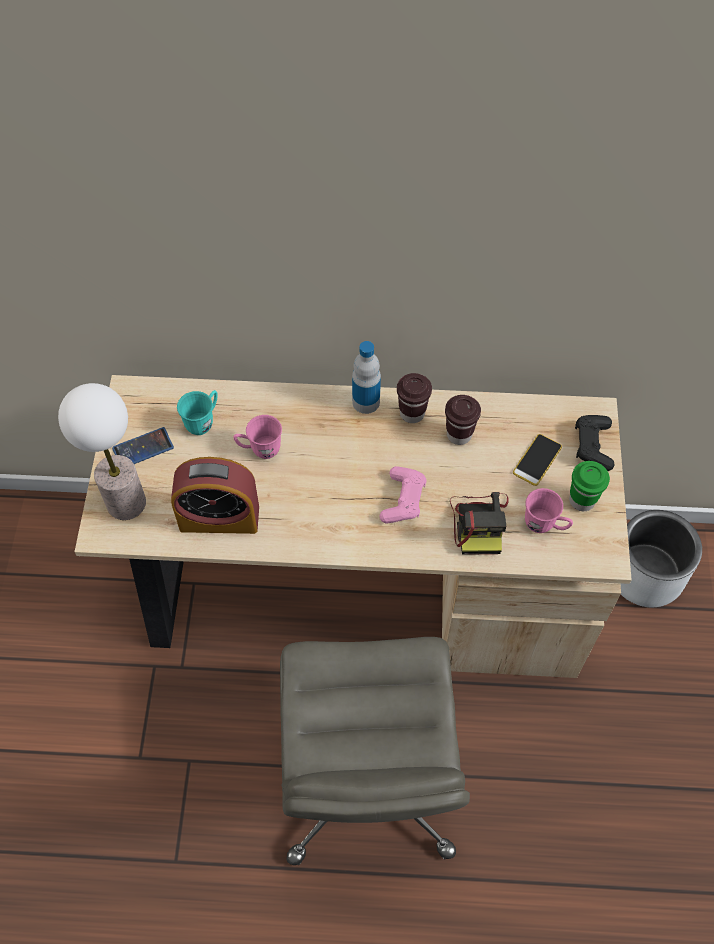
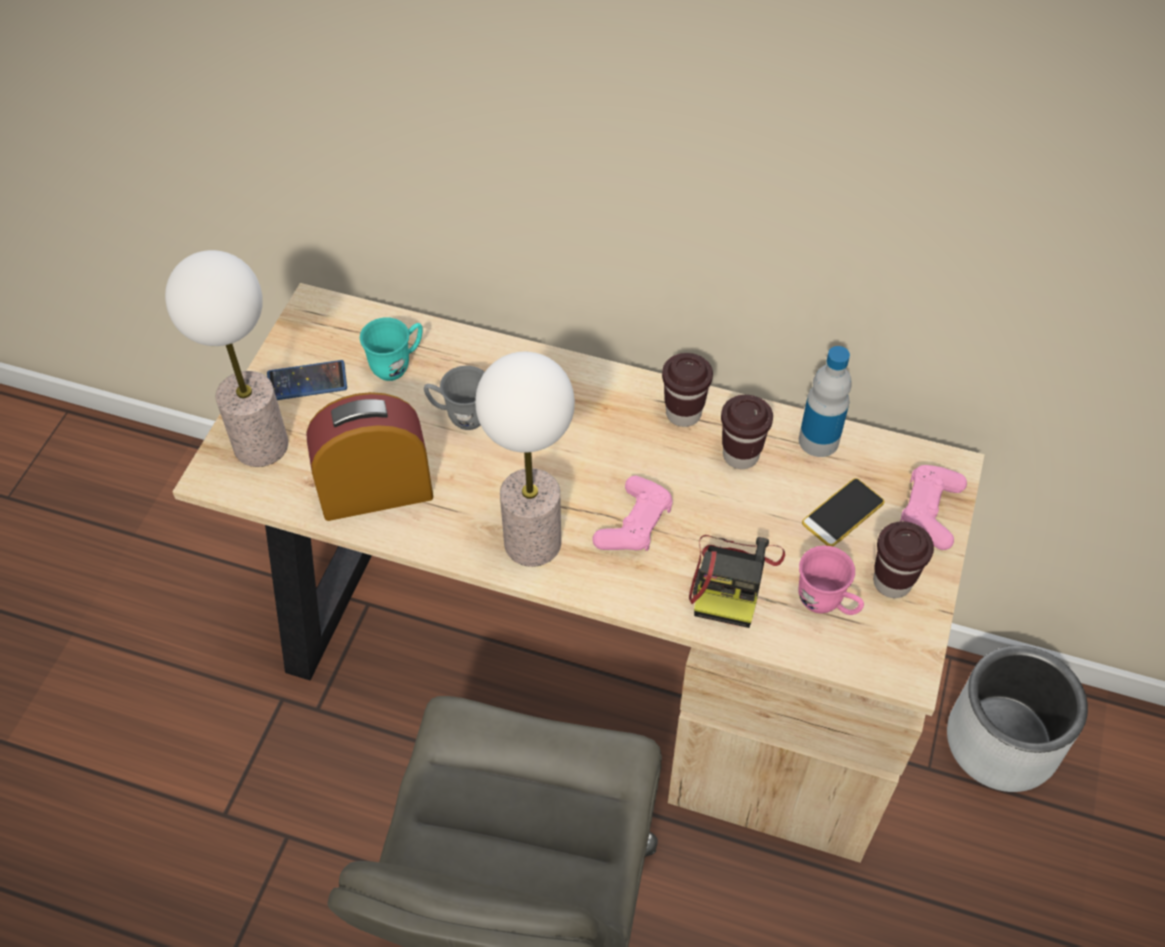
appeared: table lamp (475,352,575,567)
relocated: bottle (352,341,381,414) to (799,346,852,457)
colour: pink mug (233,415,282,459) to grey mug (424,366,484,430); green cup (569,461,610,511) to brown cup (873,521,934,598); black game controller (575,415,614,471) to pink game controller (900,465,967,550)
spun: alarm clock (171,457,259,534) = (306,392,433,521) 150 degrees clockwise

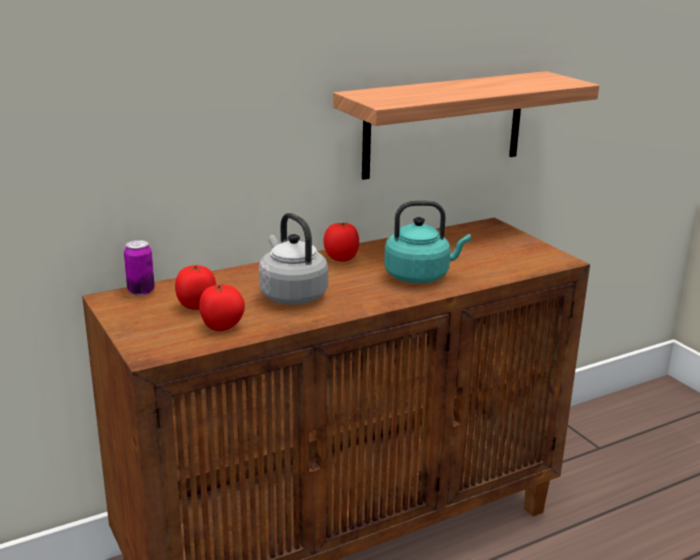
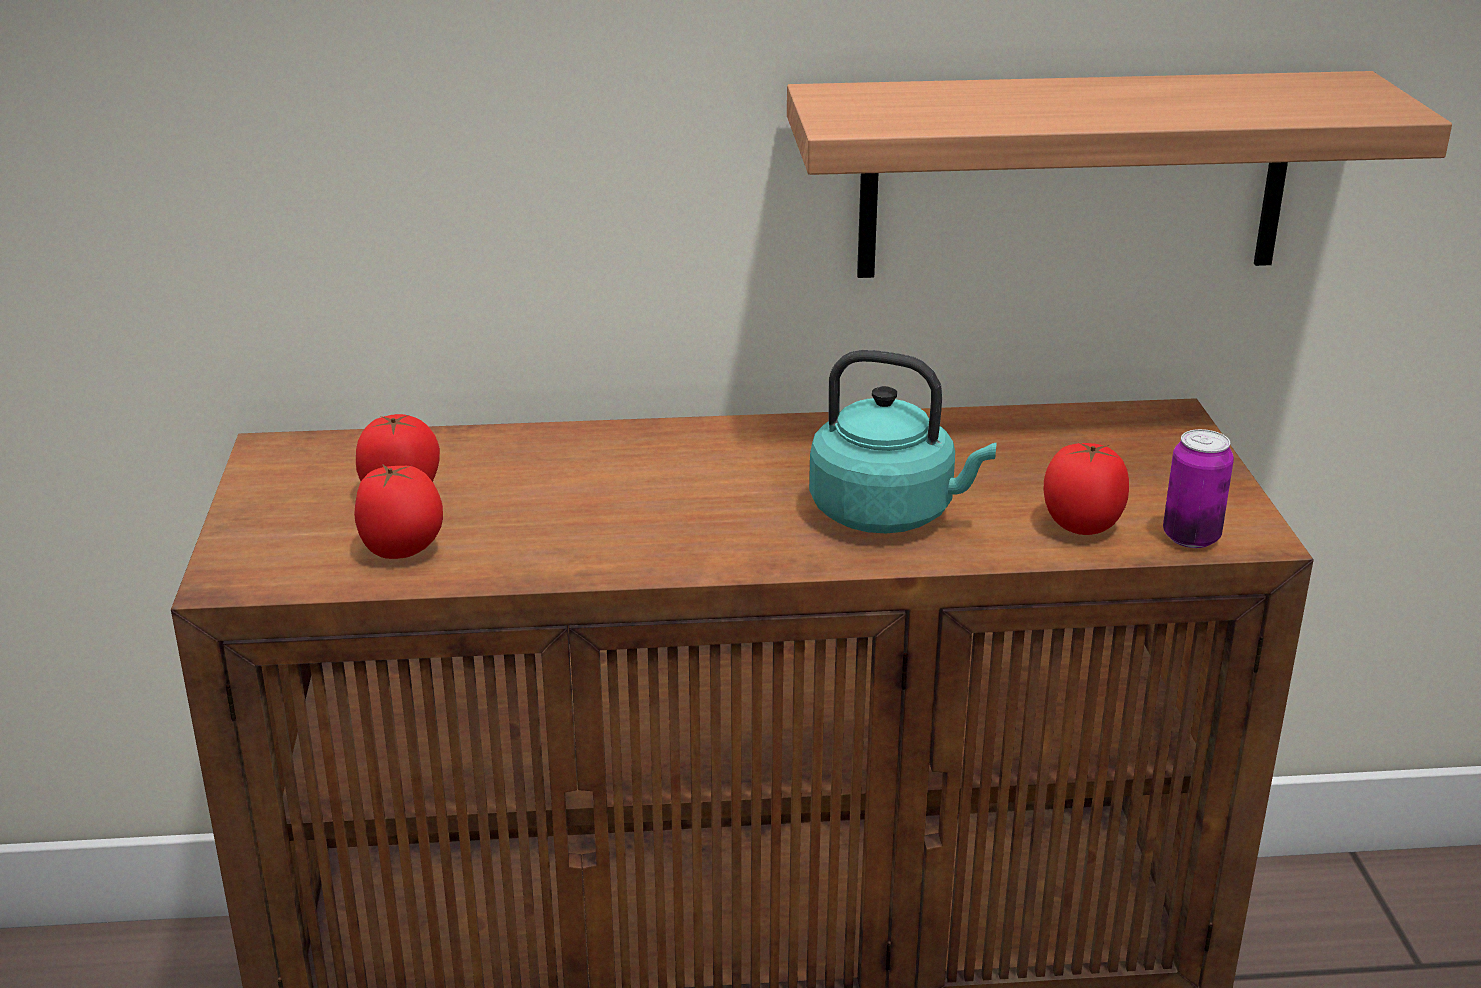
missing: grey kettle (259,213,328,305)
relocated: can (124,240,155,296) to (1163,429,1234,548); tomato (323,222,359,262) to (1044,443,1129,535)

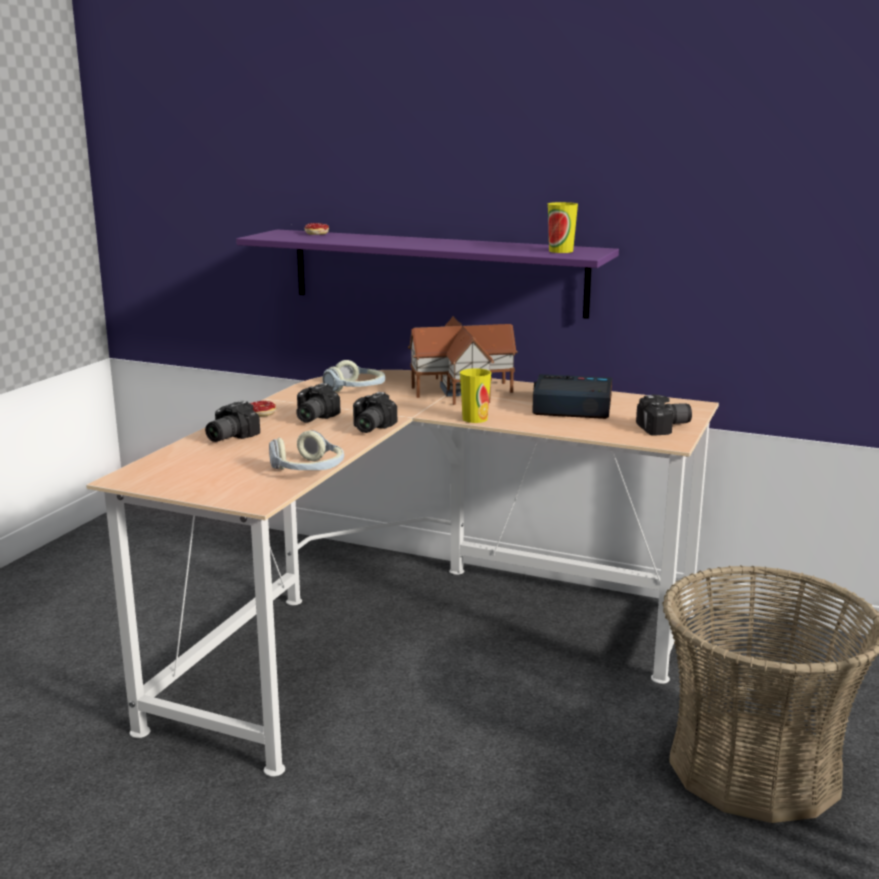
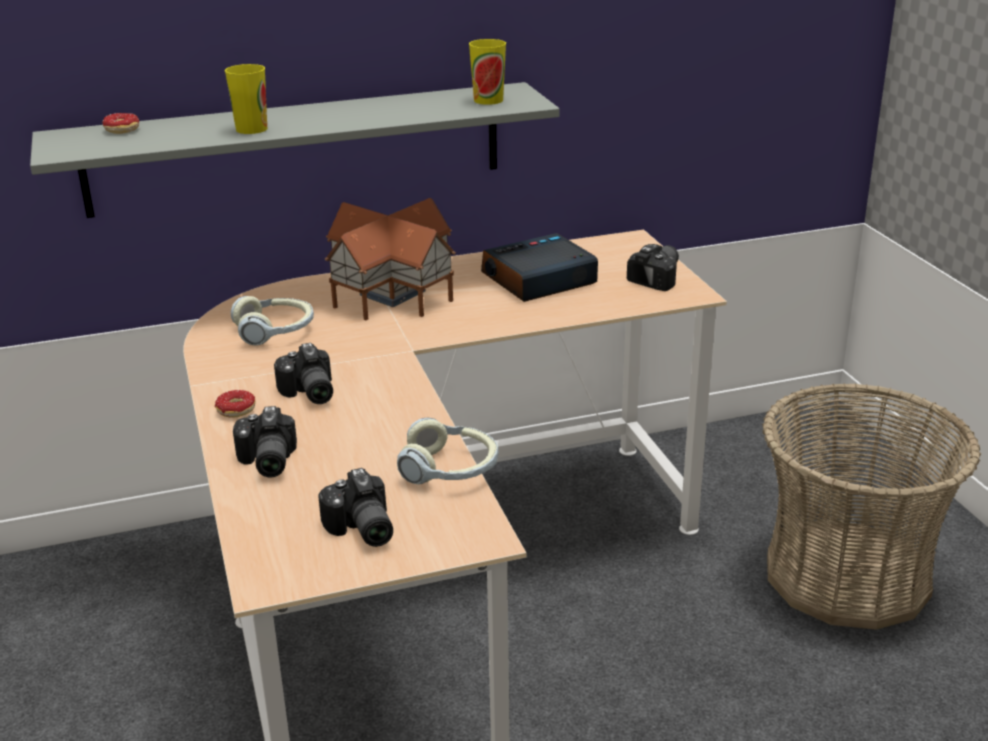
relocated: photo camera (353,392,397,433) to (318,468,393,547); cup (460,368,491,423) to (225,64,267,134)
colour: purple shelf (236,230,619,319) to grey shelf (30,82,560,218)

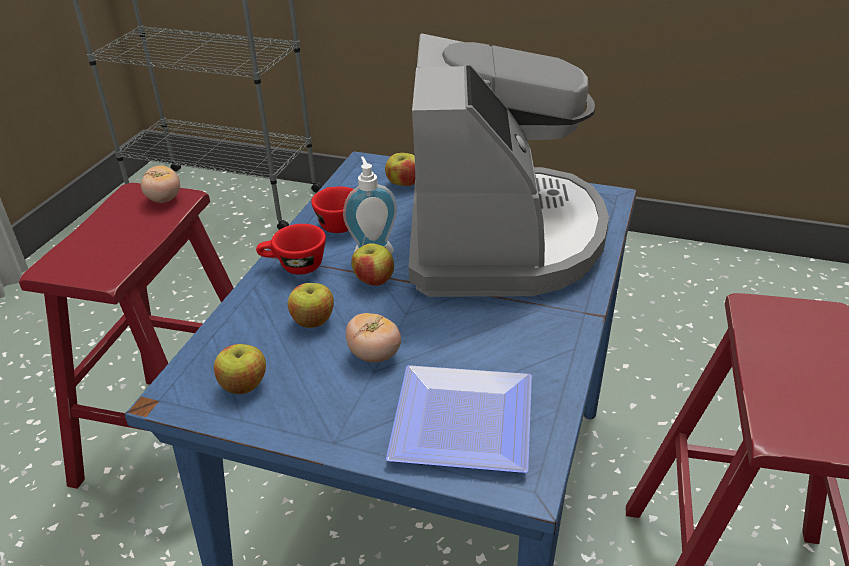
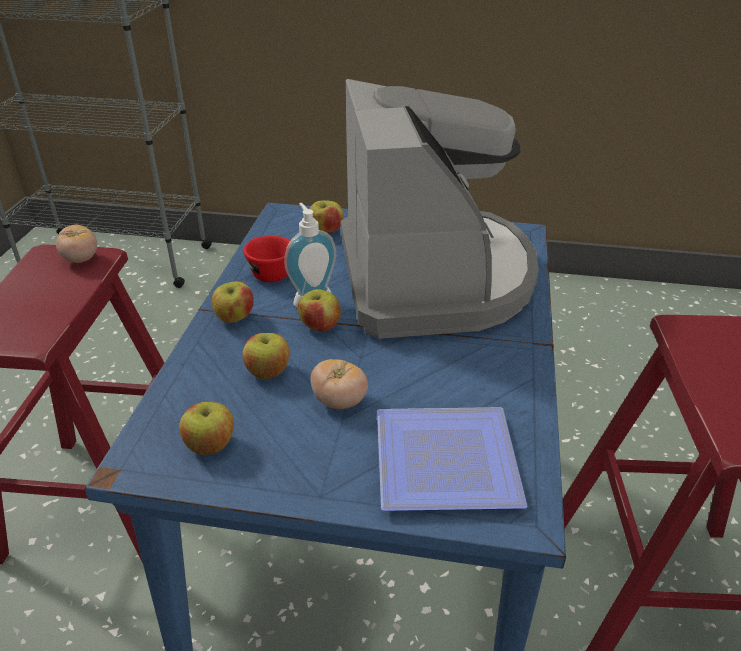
exchanged: red cup (256,224,326,275) to apple (212,281,254,323)

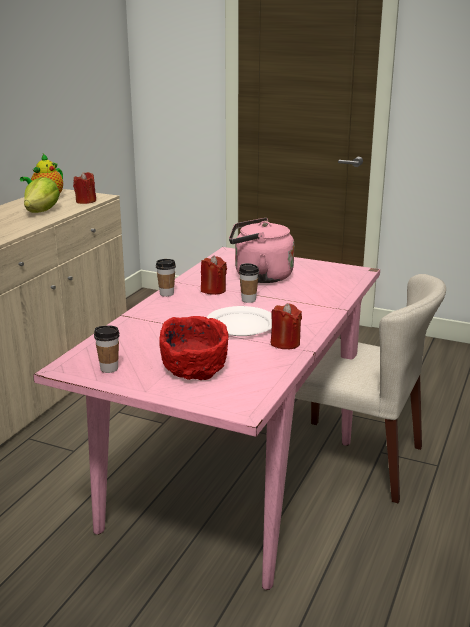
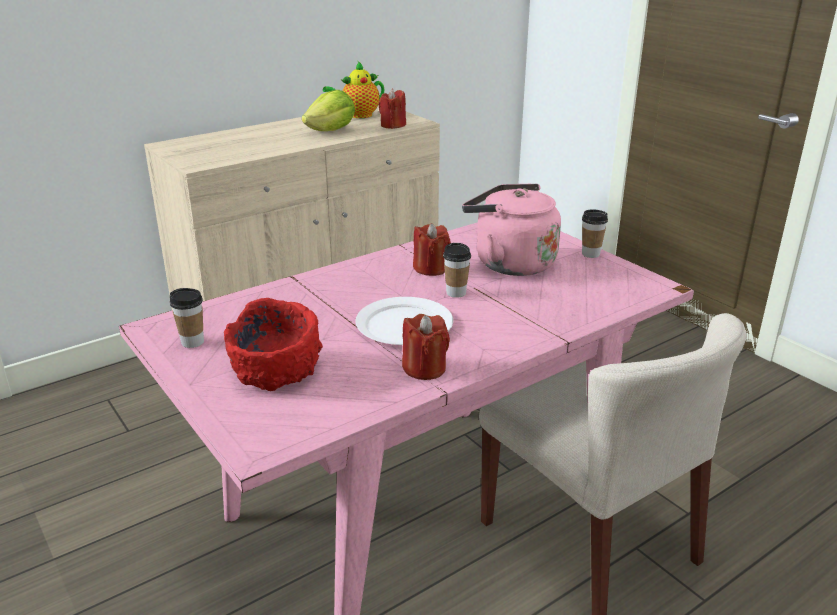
relocated: cup (156,259,176,297) to (582,209,608,258)

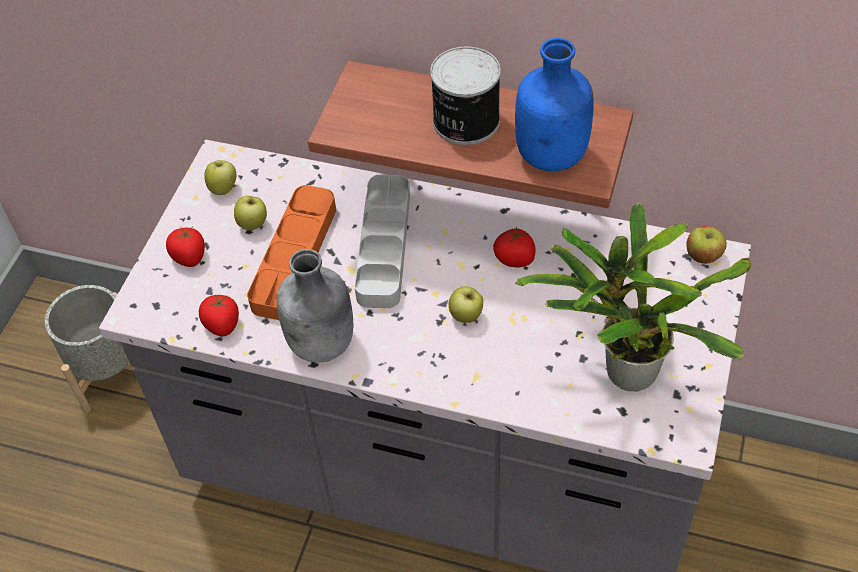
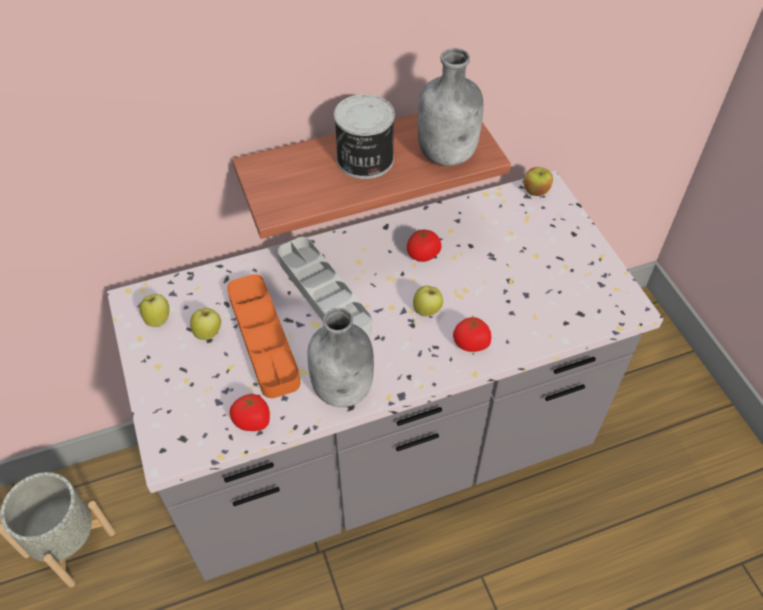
missing: potted plant (515,202,752,391)
relocated: tomato (166,228,205,267) to (453,315,491,352)
colour: blue bottle (515,38,594,171) to grey bottle (418,48,483,166)

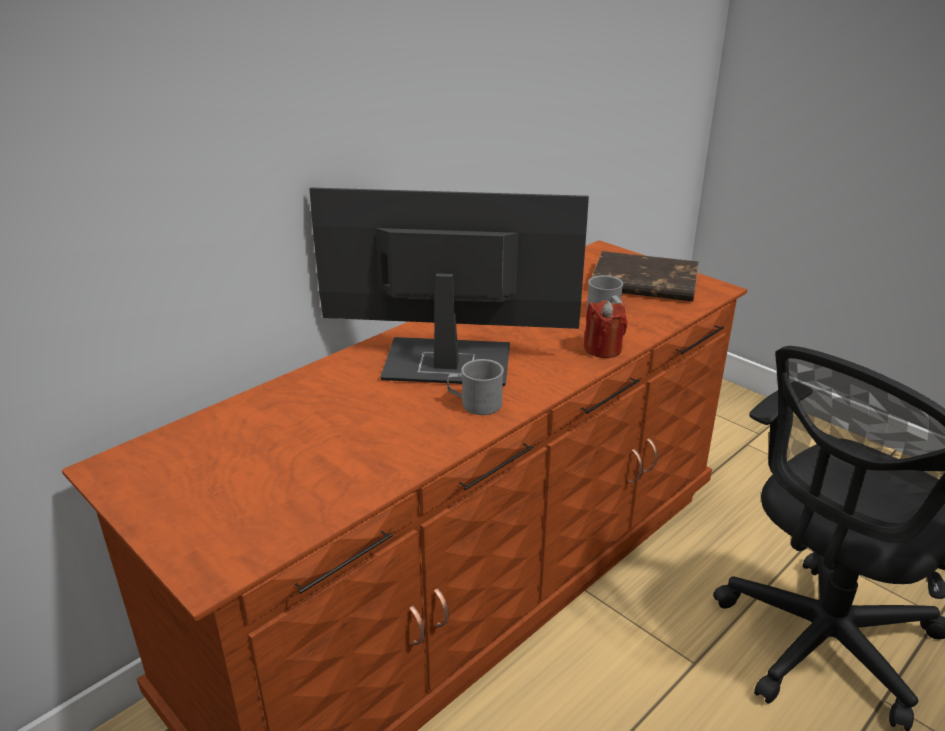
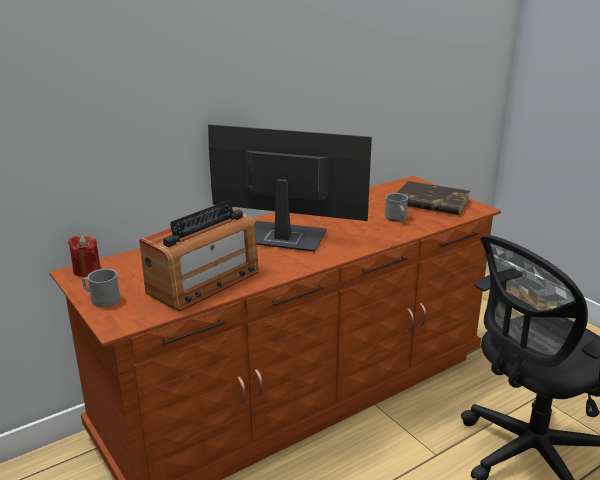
appeared: radio (139,200,259,311)
relocated: grey mug (447,359,504,415) to (82,269,120,307); red candle (584,300,627,358) to (68,236,101,277)

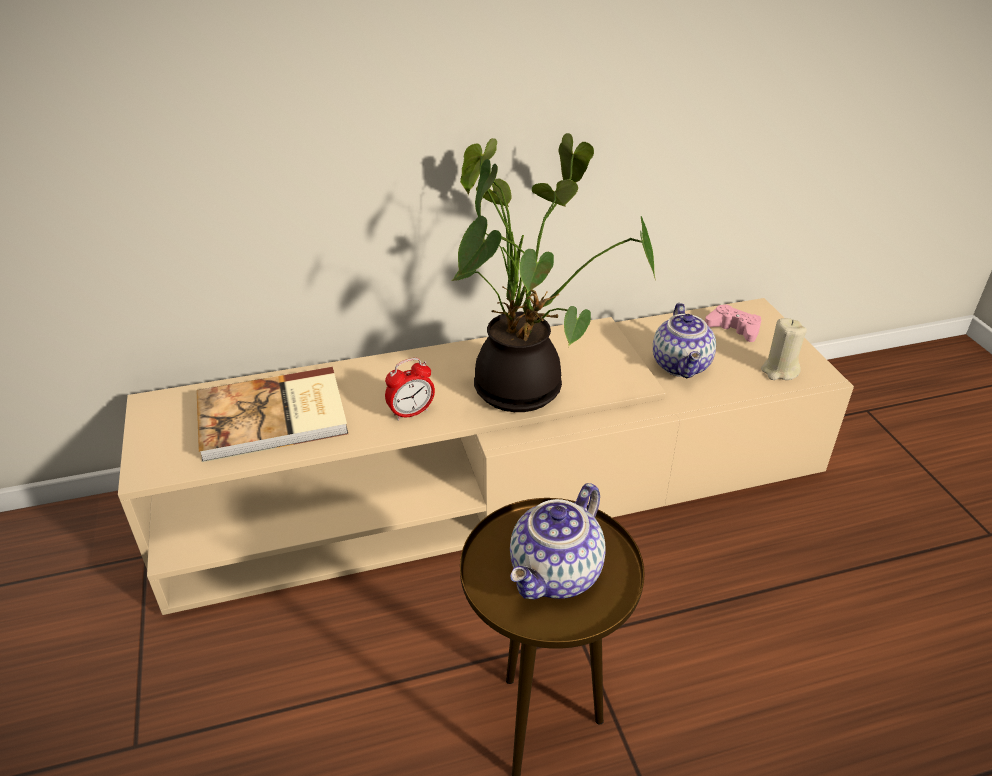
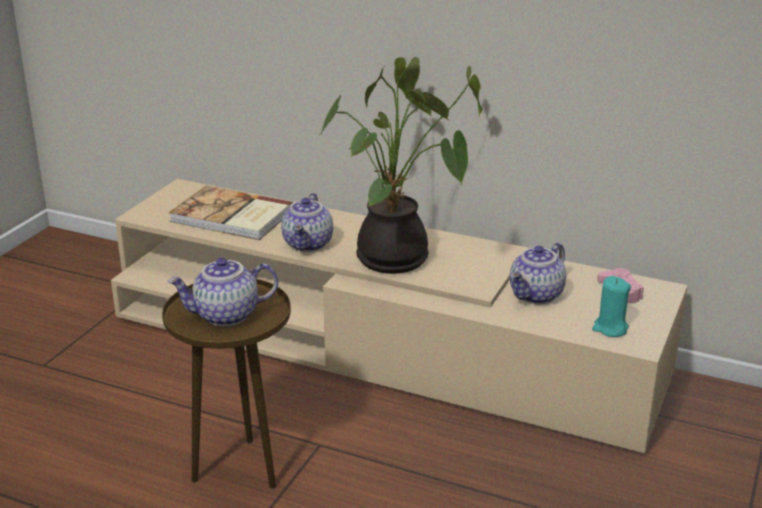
exchanged: alarm clock (385,358,435,421) to teapot (281,193,333,252)
colour: beige candle (761,318,807,380) to turquoise candle (592,276,631,337)

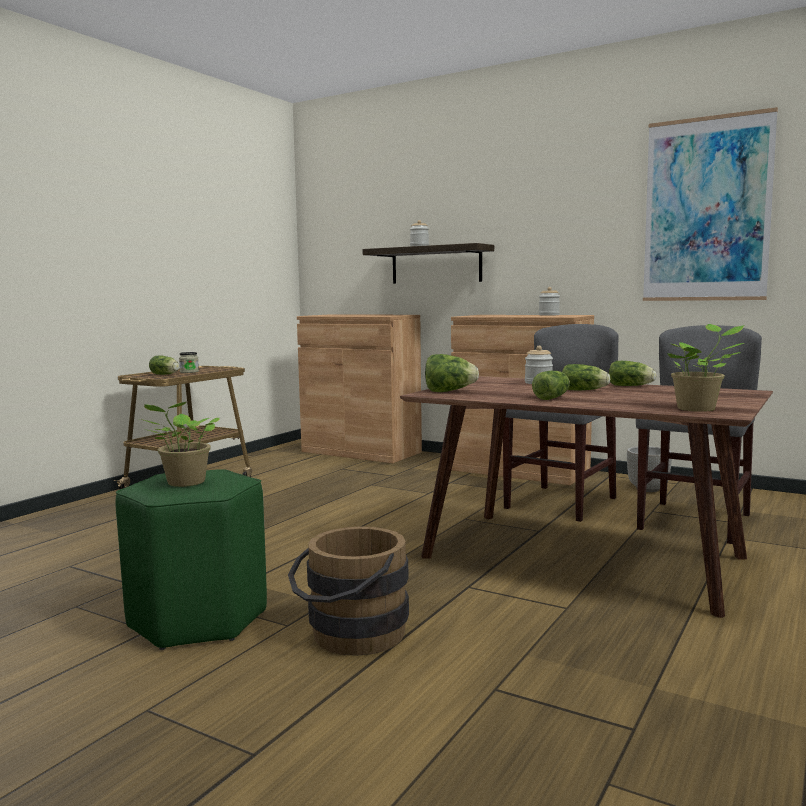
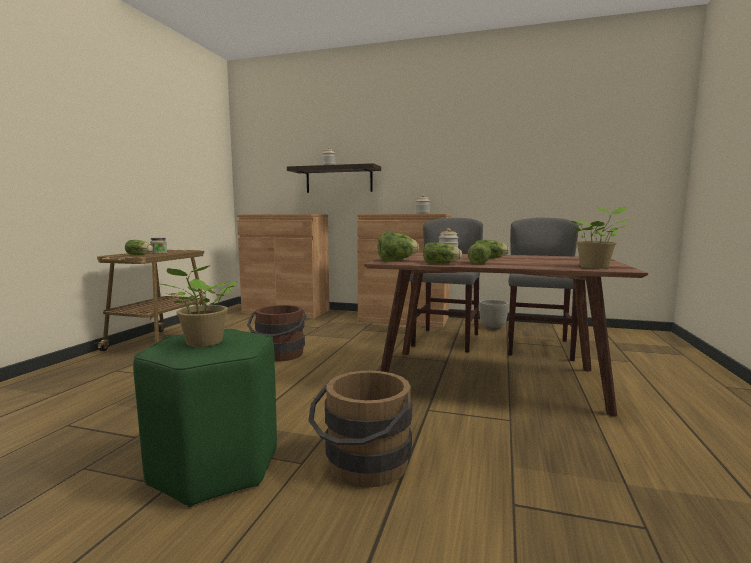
missing: picture (643,107,778,301)
appeared: brown bucket (247,305,306,362)
relocated: lettuce (609,361,656,386) to (423,242,462,264)

